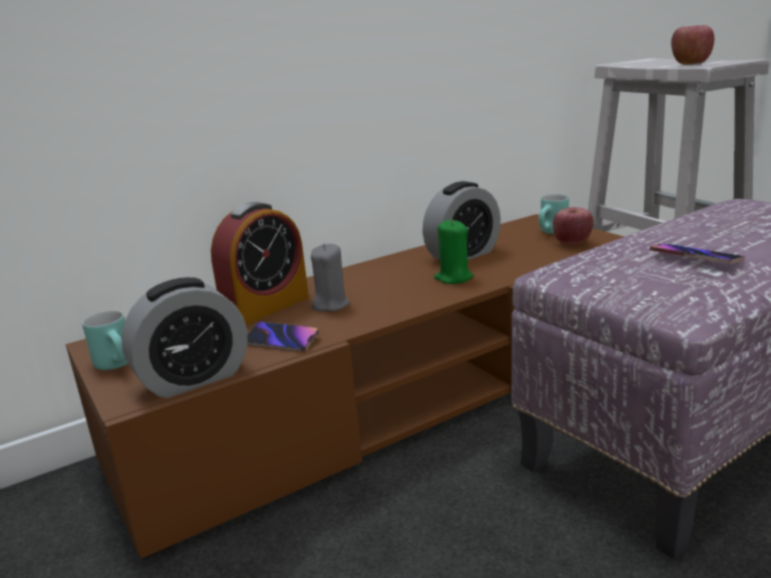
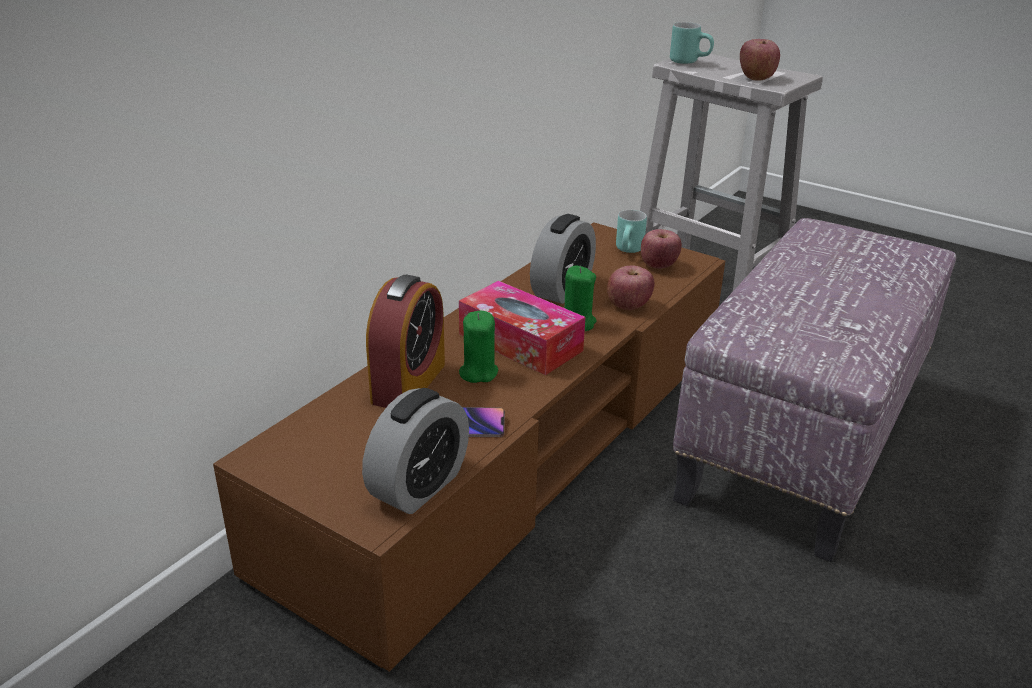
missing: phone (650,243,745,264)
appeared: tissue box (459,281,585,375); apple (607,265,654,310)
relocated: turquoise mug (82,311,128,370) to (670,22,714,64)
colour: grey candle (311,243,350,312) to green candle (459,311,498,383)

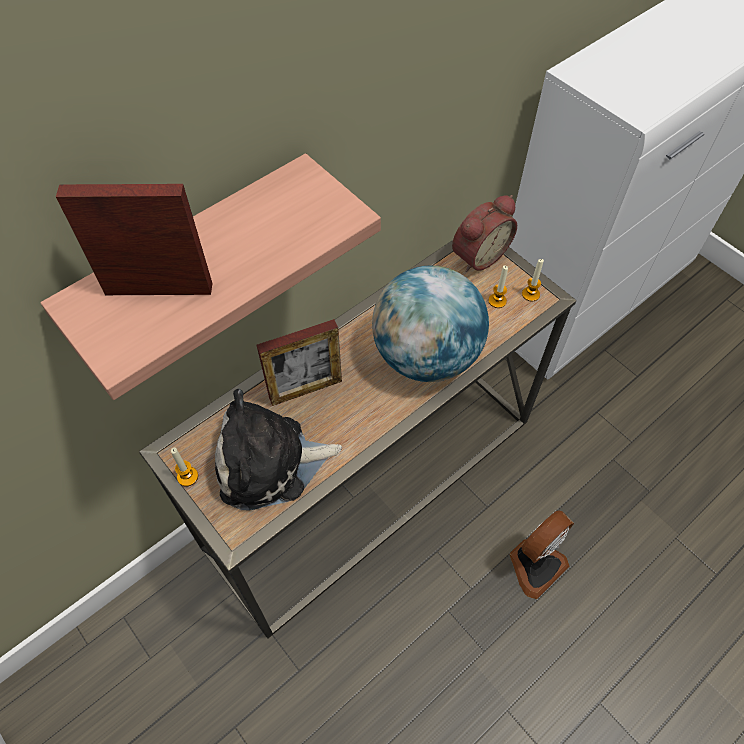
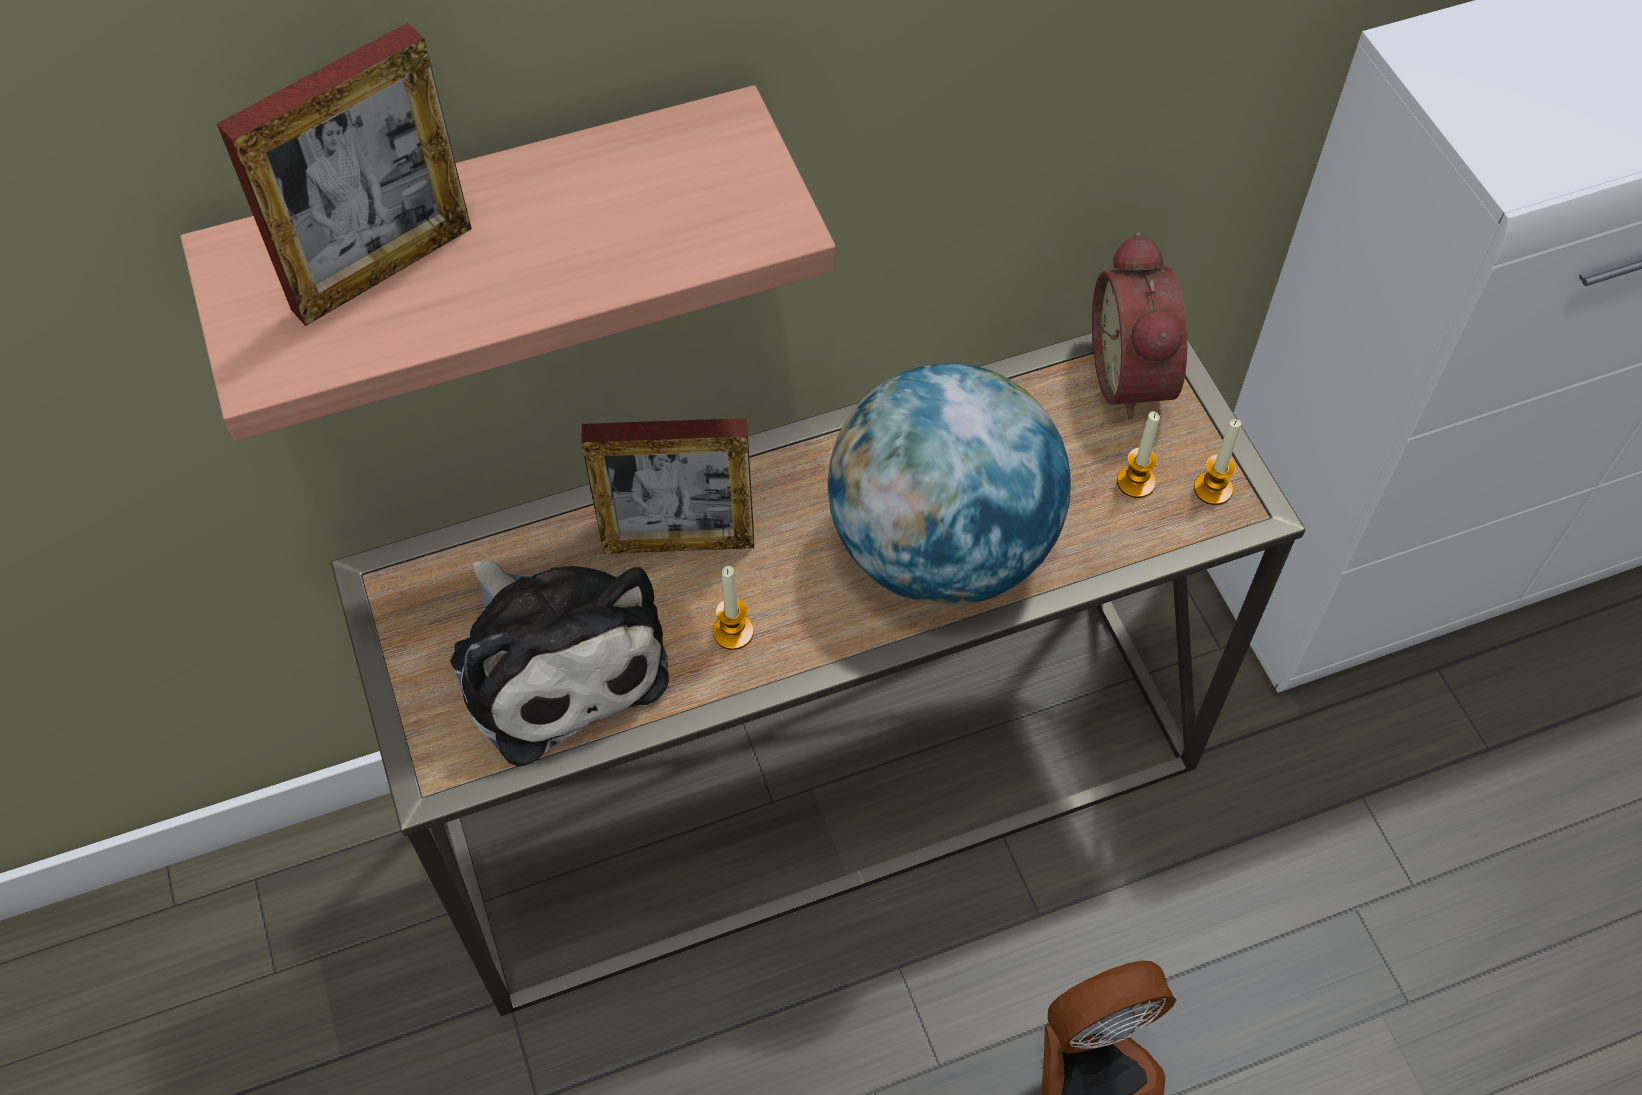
relocated: candle (171,448,198,486) to (713,566,754,650)
spun: picture frame (56,184,213,295) = (217,23,472,326) 120 degrees clockwise; plush toy (215,388,342,510) = (450,561,669,767) 135 degrees counterclockwise; alarm clock (452,195,517,272) = (1092,232,1187,420) 105 degrees clockwise

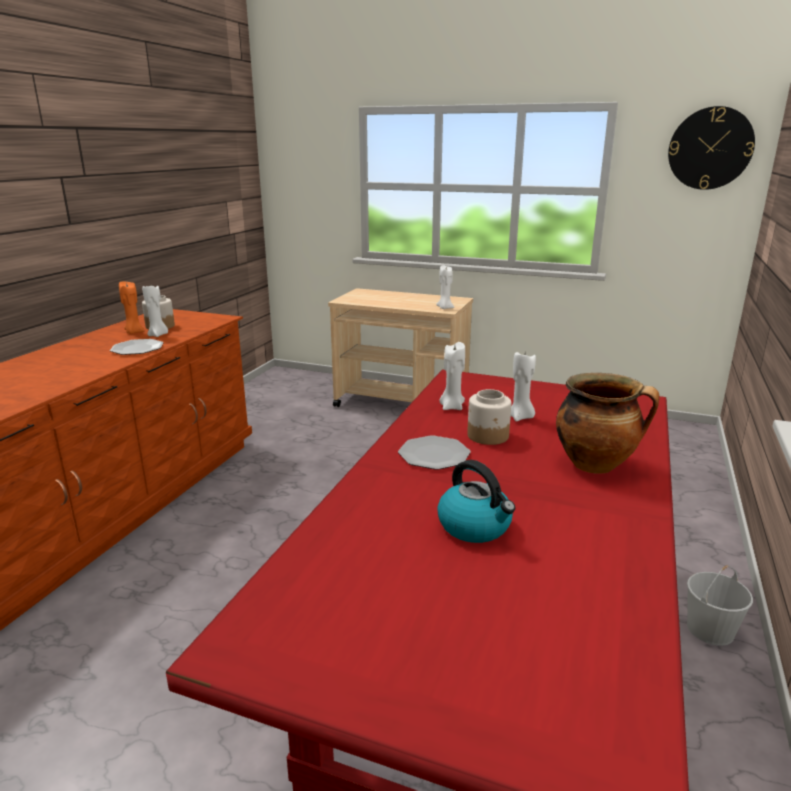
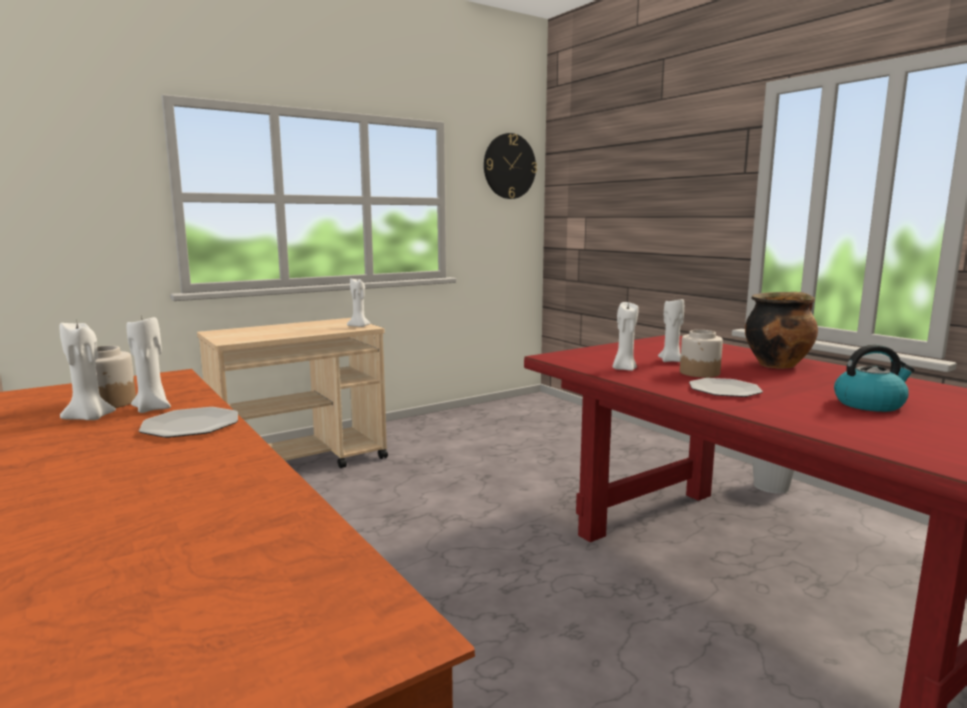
colour: orange candle (119,281,145,334) to white candle (59,323,116,420)

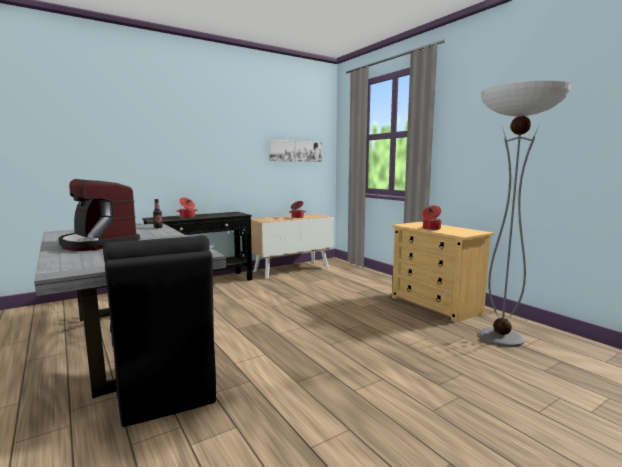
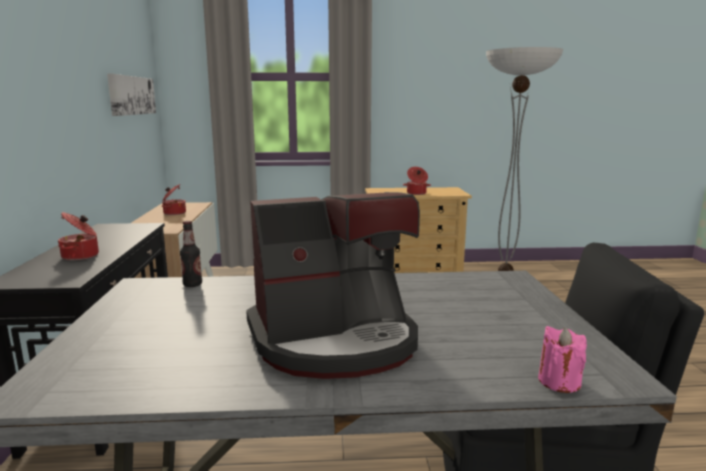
appeared: pink candle (538,326,587,393)

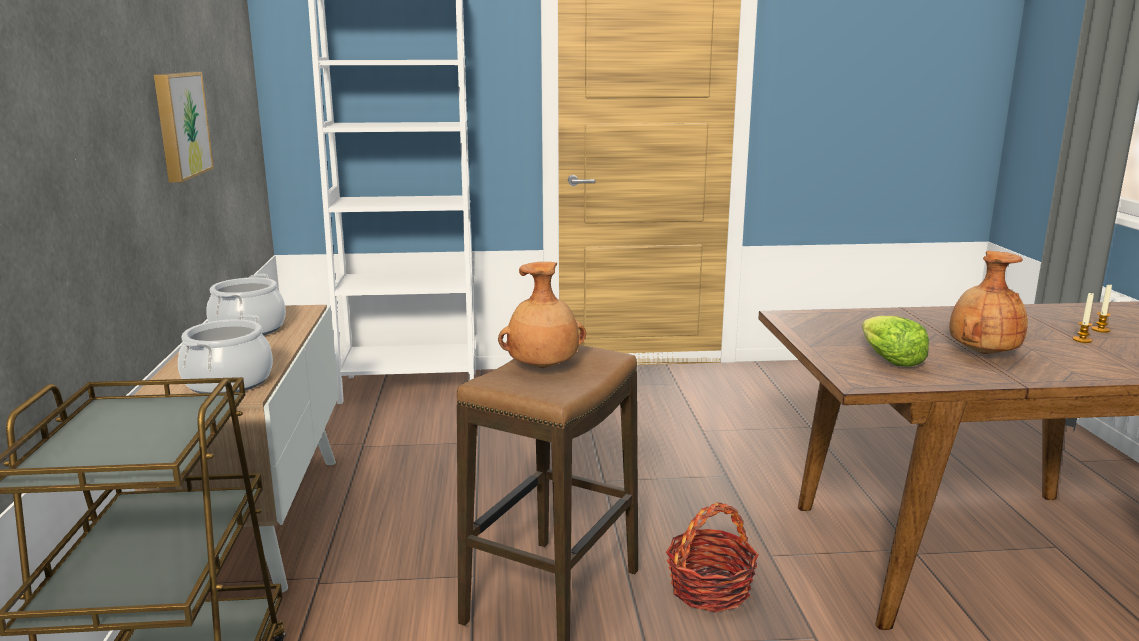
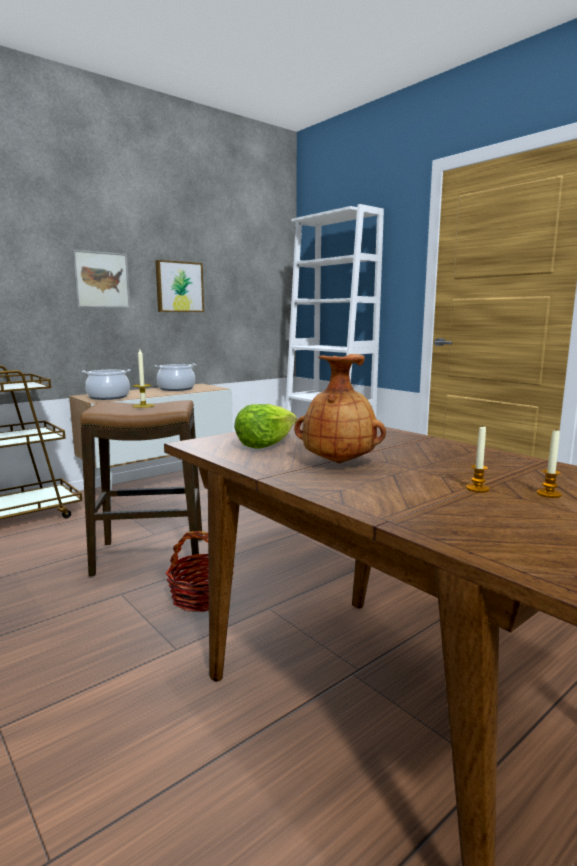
appeared: picture (72,250,130,308)
exchanged: brown vase (498,262,586,368) to candle (133,349,154,408)

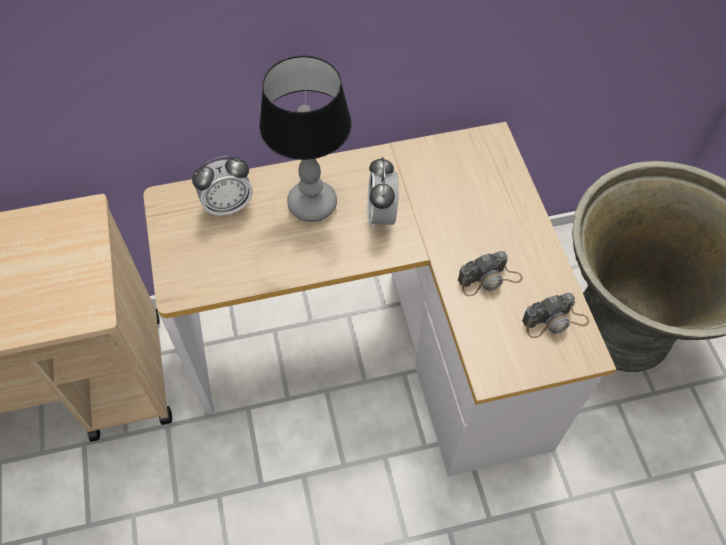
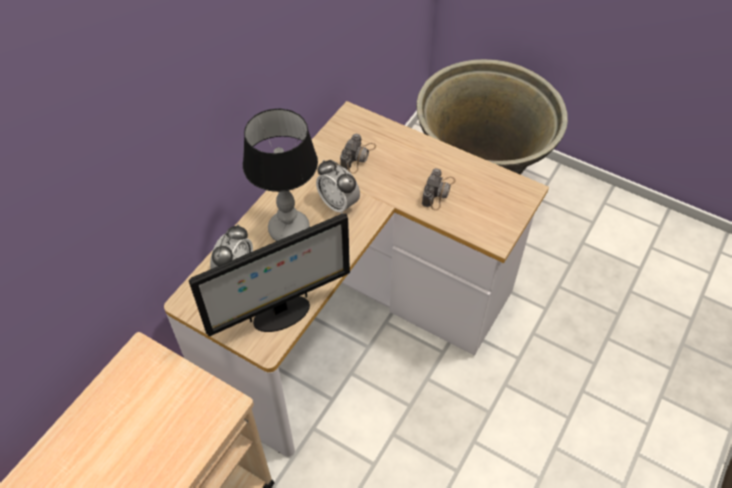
appeared: monitor (189,213,350,336)
relocated: photo camera (522,293,589,338) to (340,134,376,174)

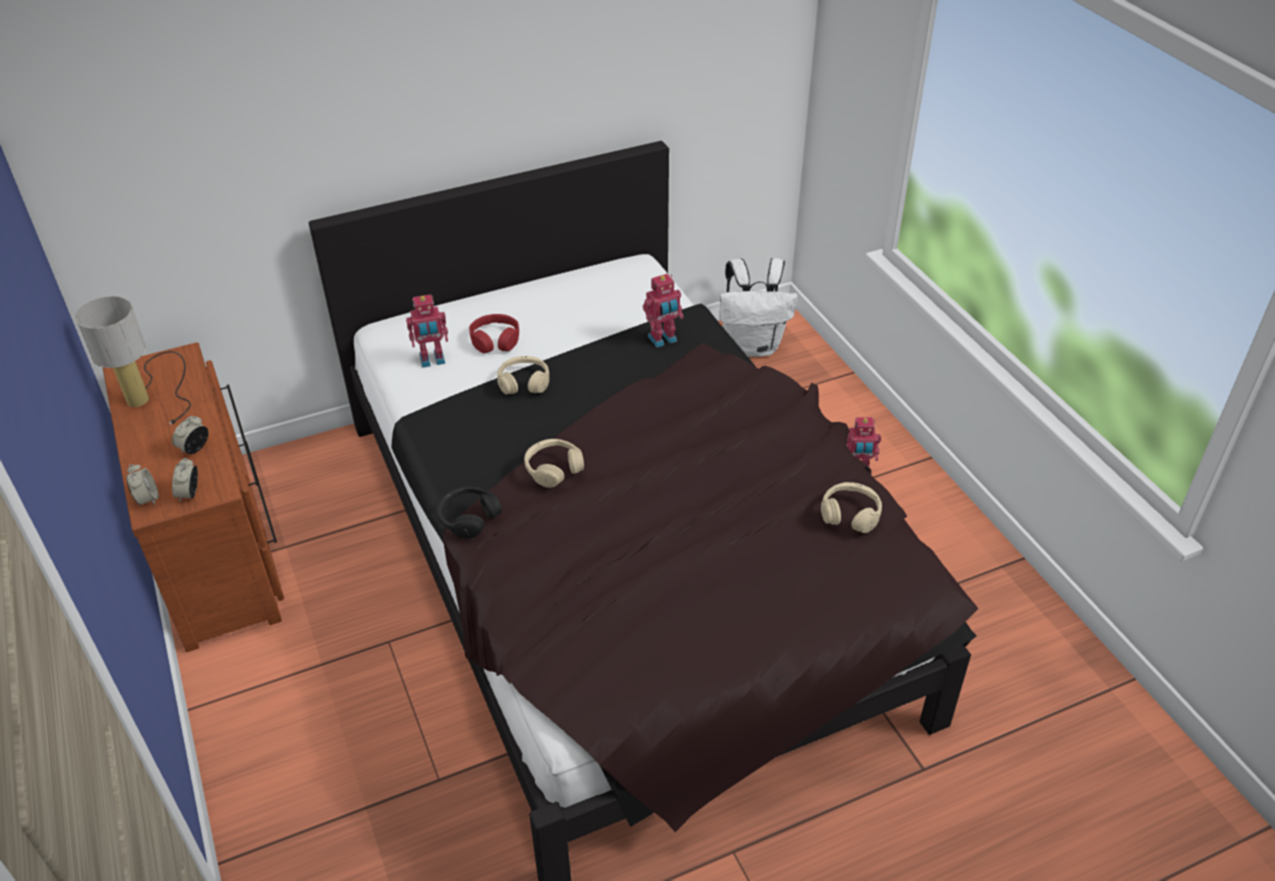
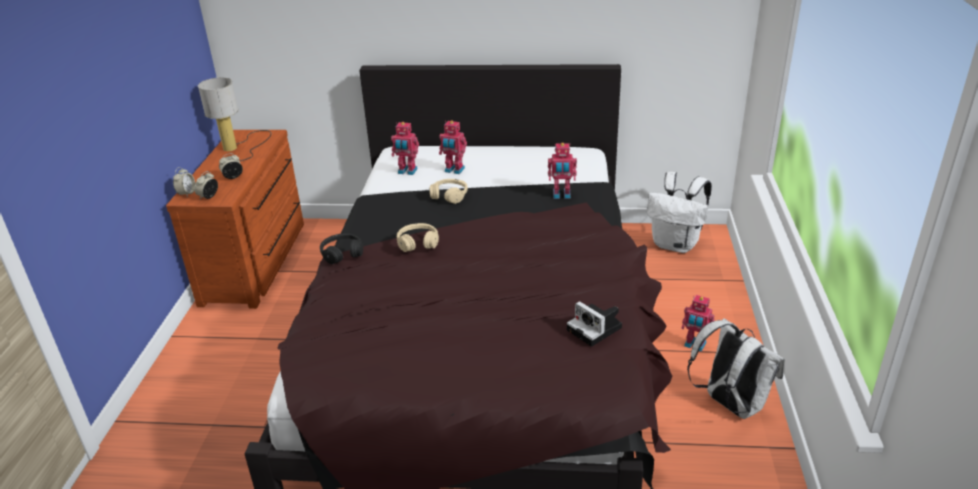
appeared: white backpack (687,318,785,419)
exchanged: red headphones (469,314,519,353) to toy robot (439,121,467,174); beige headphones (821,482,882,533) to photo camera (567,301,622,347)

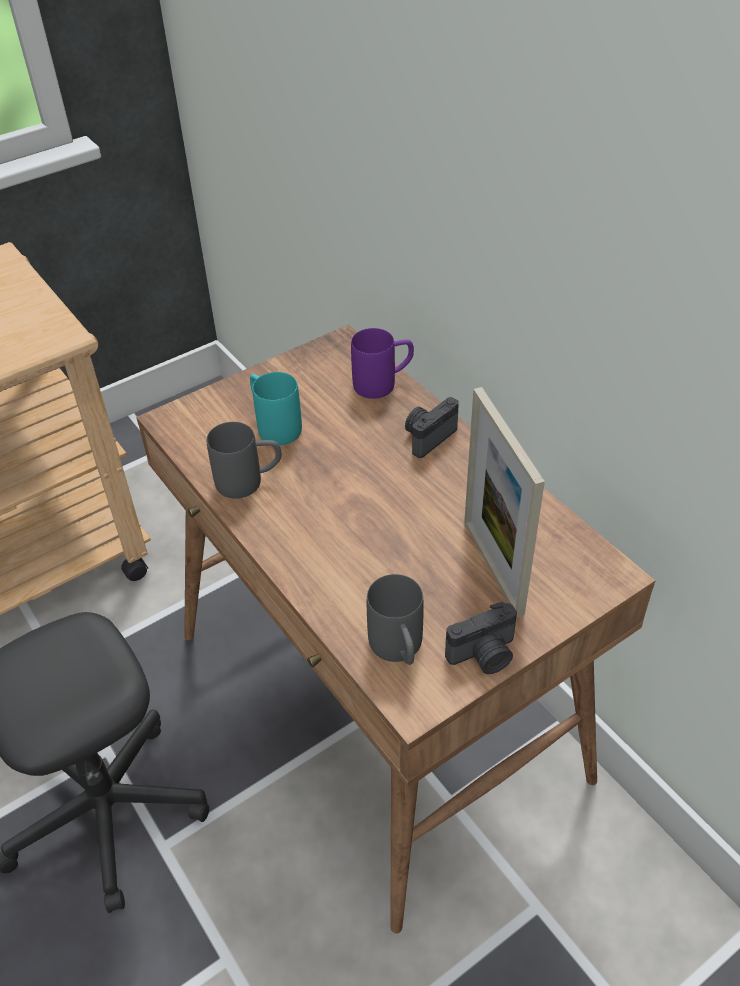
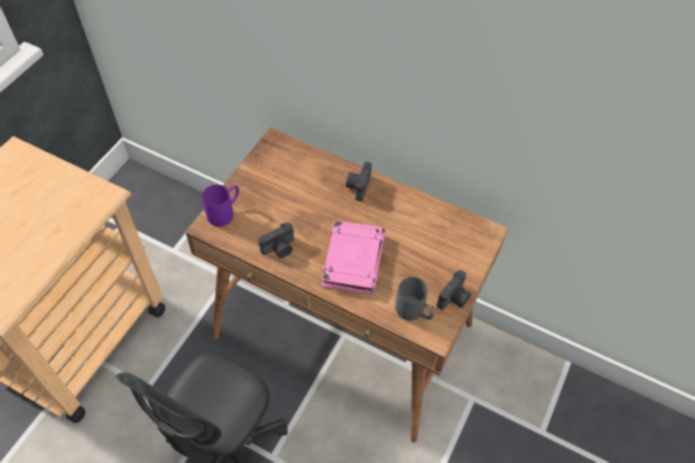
missing: turquoise mug (250,372,302,445); picture frame (464,387,545,617)
appeared: pink book (322,220,385,294)
relocated: purple mug (351,328,414,399) to (202,184,239,227)
exchanged: grey mug (207,422,281,498) to photo camera (258,222,294,258)

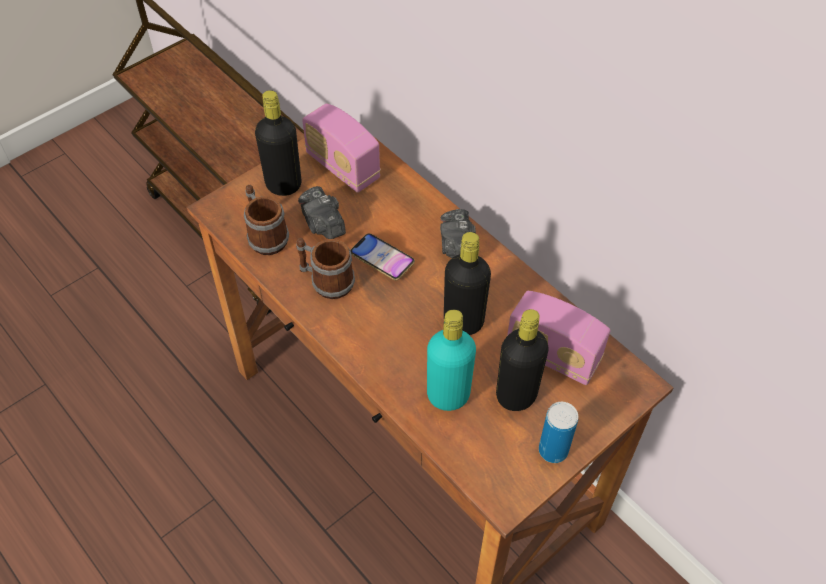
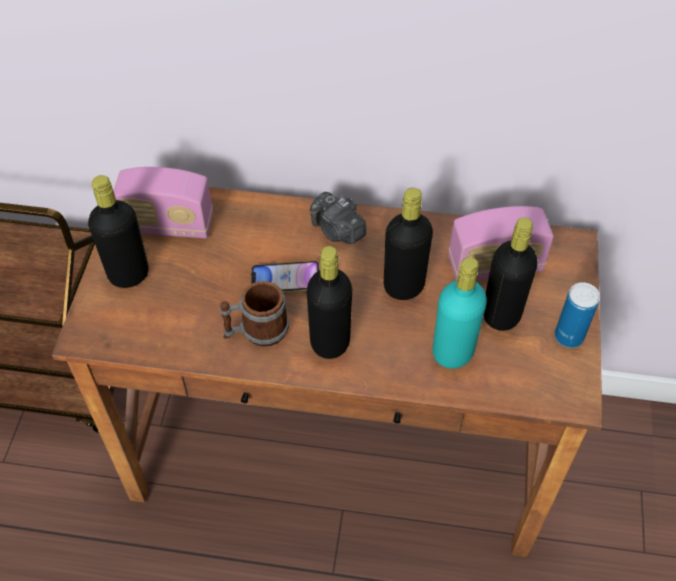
missing: mug (244,185,289,255); photo camera (298,186,346,239)
appeared: black bottle (306,246,352,359)

